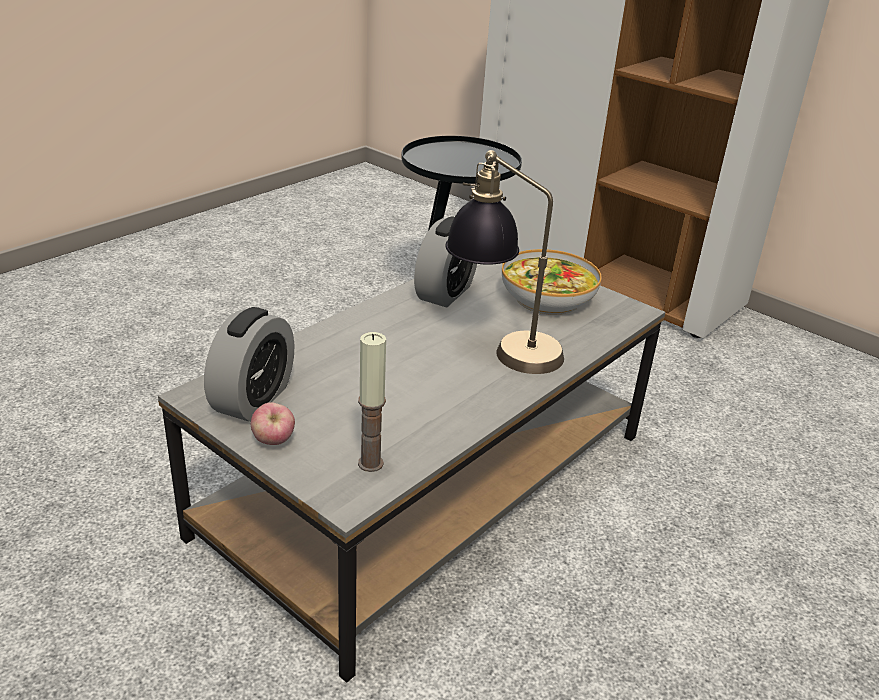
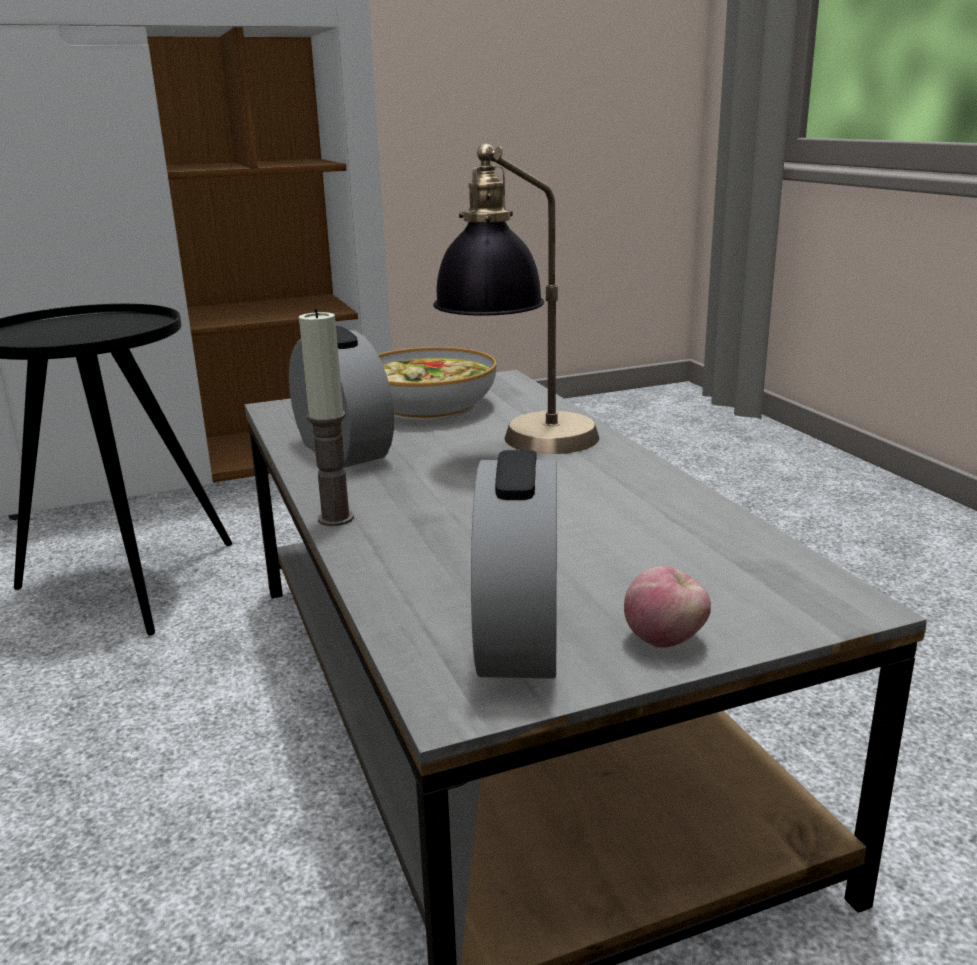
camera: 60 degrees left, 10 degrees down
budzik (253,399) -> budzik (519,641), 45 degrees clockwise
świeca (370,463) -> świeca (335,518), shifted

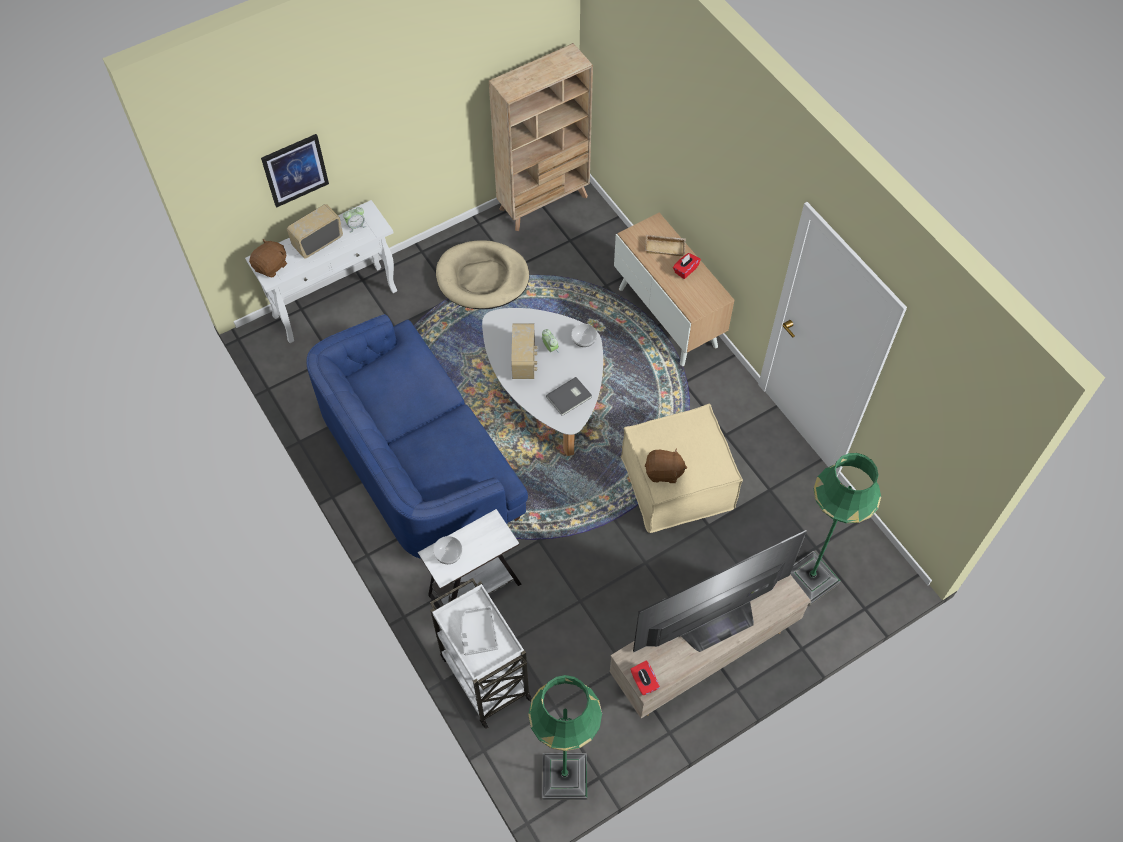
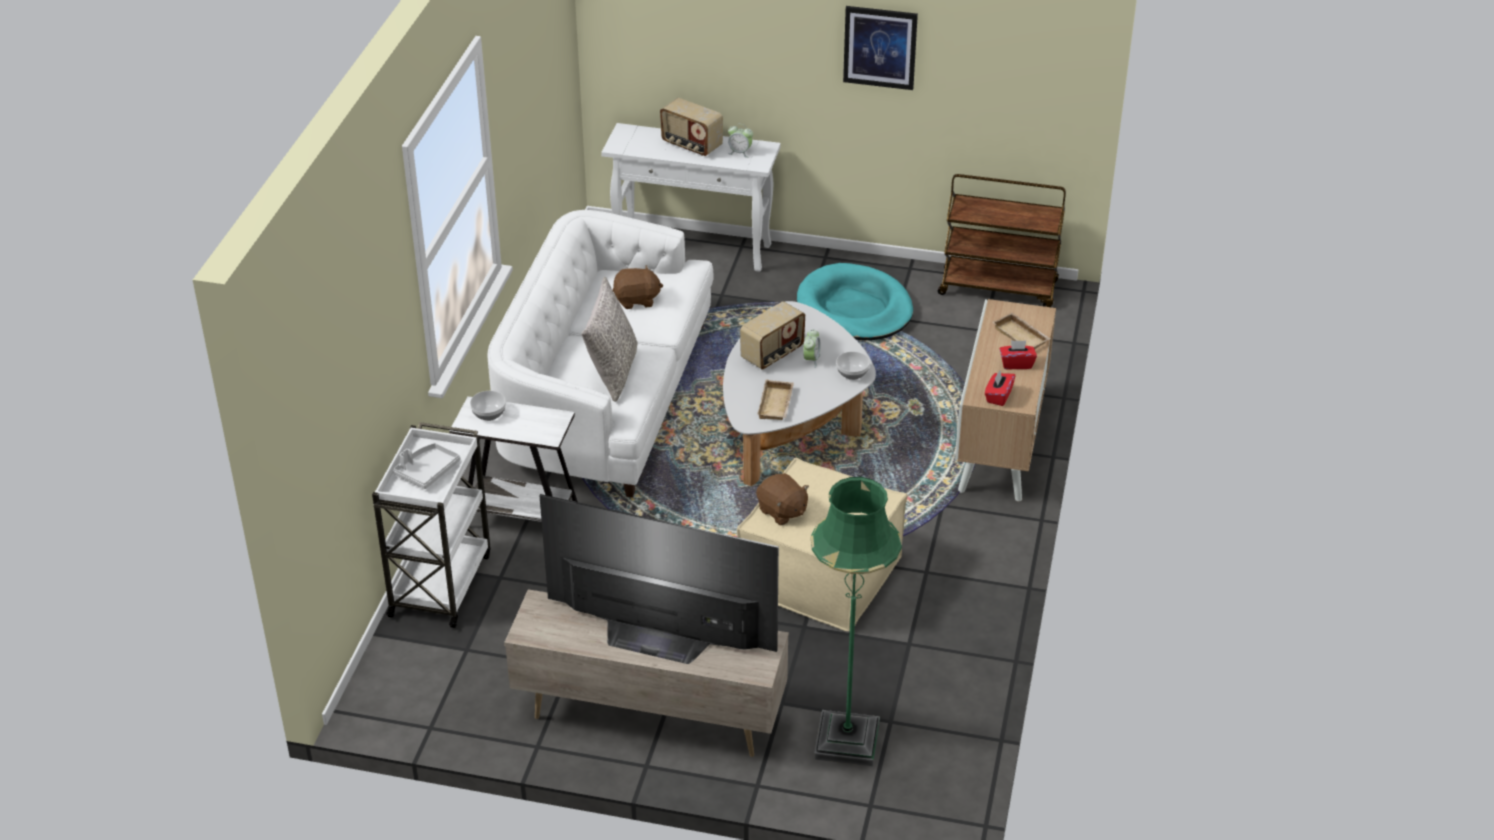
camera: 45 degrees right, 20 degrees down
regał/beżowy (544,202) -> wózek/brązowy (999,288)
obraz (295,170) -> obraz (880,47), shifted
radio (317,242) -> radio (691,145), 150 degrees counterclockwise
pluszak/brązowy (271,266) -> pluszak/brązowy (637,300), shifted
legowisko/beżowy (482,278) -> legowisko/turkusowy (854,308)
kanapa/niebieski (418,460) -> kanapa/biały (606,399)
książka/szary (570,397) -> taca/beżowy (777,405)
pudełko chusteczek/czerwony (644,682) -> pudełko chusteczek/czerwony (998,396), shifted
lampa stojąca/zielony (564,777) -> none
none -> poduszka/szary (612,371)

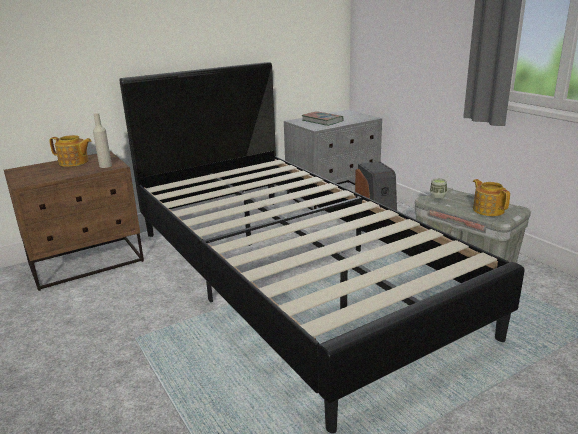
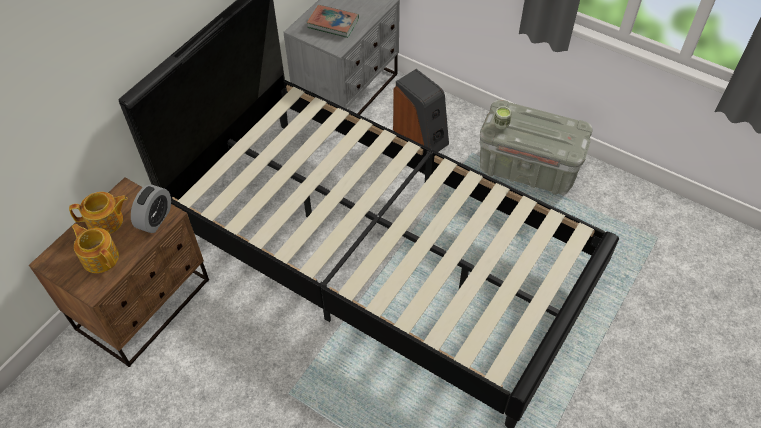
camera: 25 degrees left, 30 degrees up
butelka/beżowy (105,166) -> budzik (155,219)
imbryk (488,210) -> imbryk (100,257), shifted

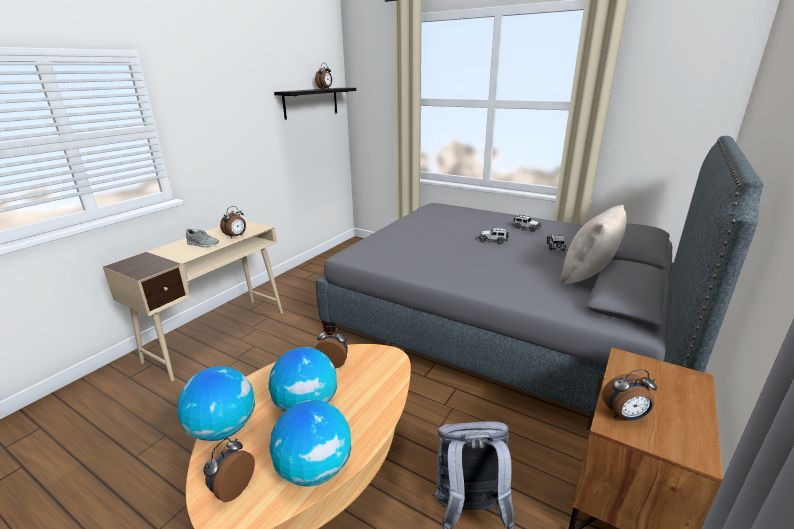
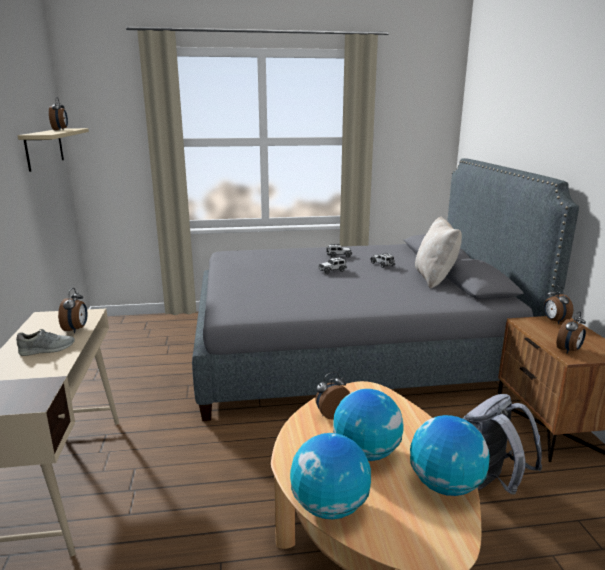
camera: 40 degrees left, 5 degrees down
półka/czarny (311,102) -> półka/beżowy (44,148)
budzik (232,488) -> budzik (554,321), shifted

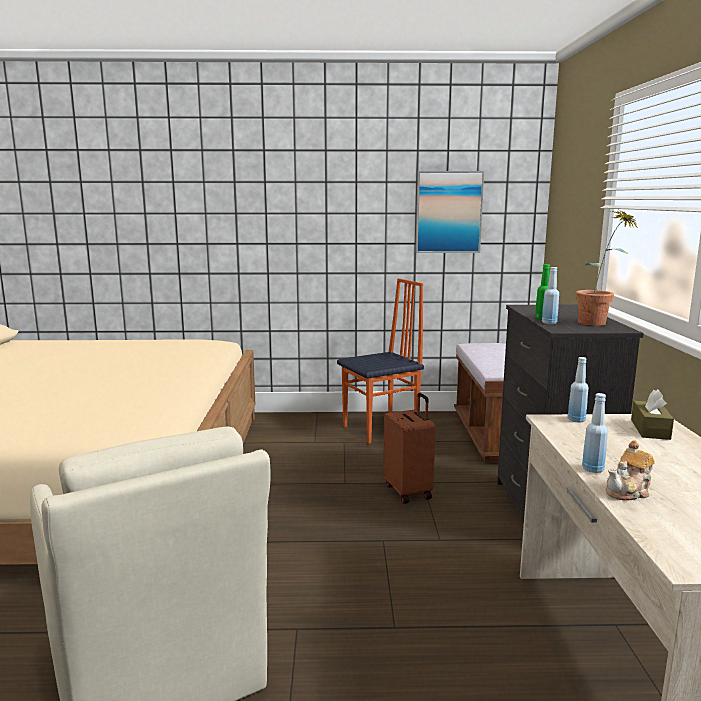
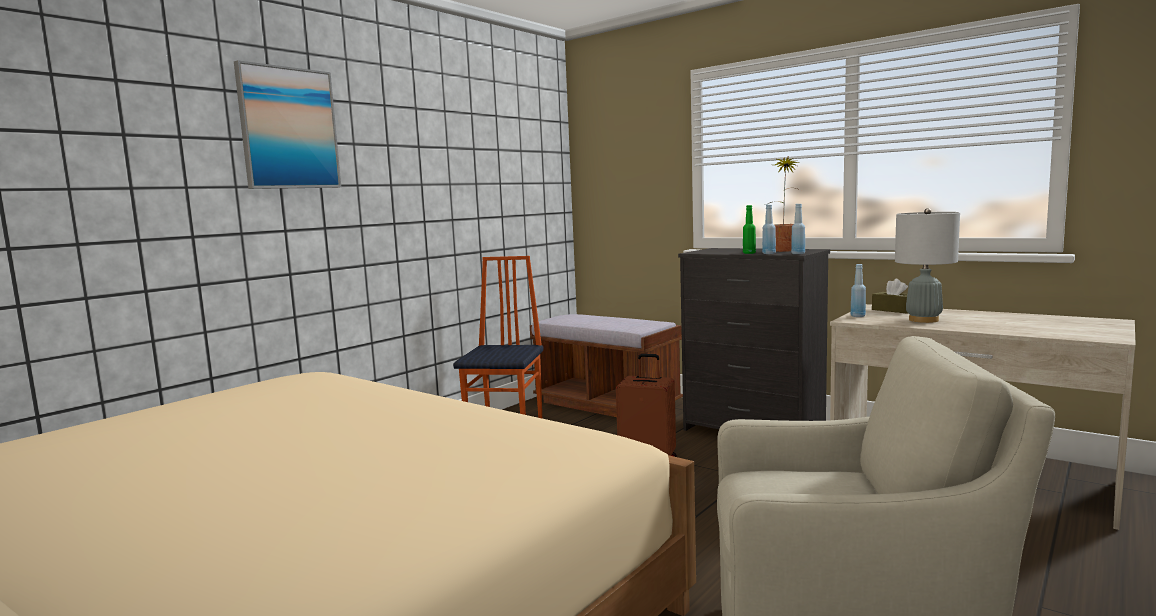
camera: 50 degrees left, 5 degrees down
obraz (448,212) -> obraz (288,128), shifted
butelka/niebieski (592,469) -> butelka/niebieski (798,254), shifted
imbryk (629,492) -> none
none -> lampa stołowa/szary (923,320)

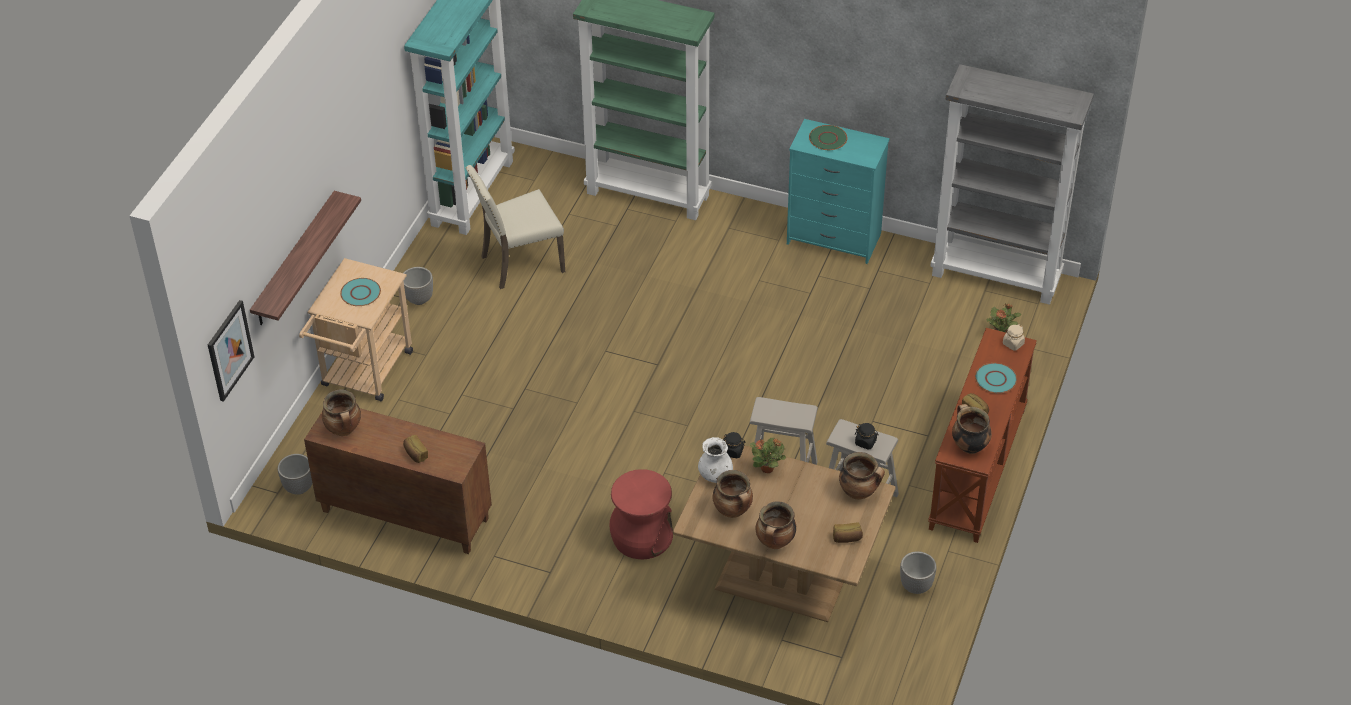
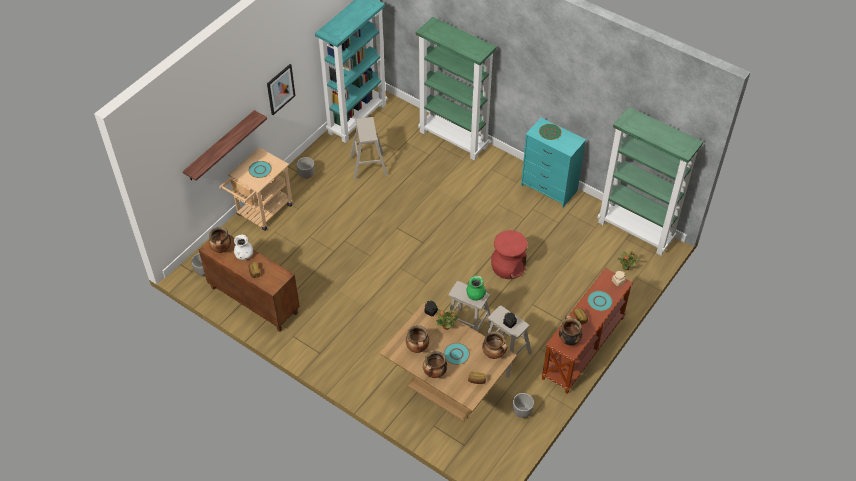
camera: 15 degrees right, 5 degrees up
regał/szary (996,276) -> regał/zielony (636,231)
krzesło/beżowy (520,263) -> stołek/beżowy (368,165)
obraz (229,350) -> obraz (280,89), shifted
wazon/biały (715,475) -> wazon/biały (244,255), shifted
stołek/czerwony (641,536) -> stołek/czerwony (508,266), shifted
none -> wazon/zielony (475,295)
none -> talerz/turkusowy (456,354)

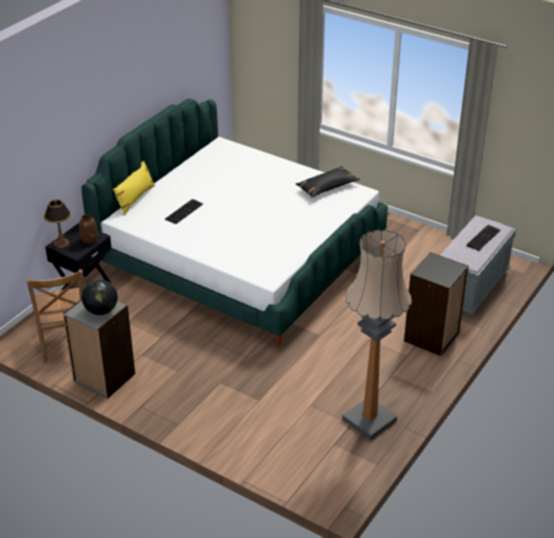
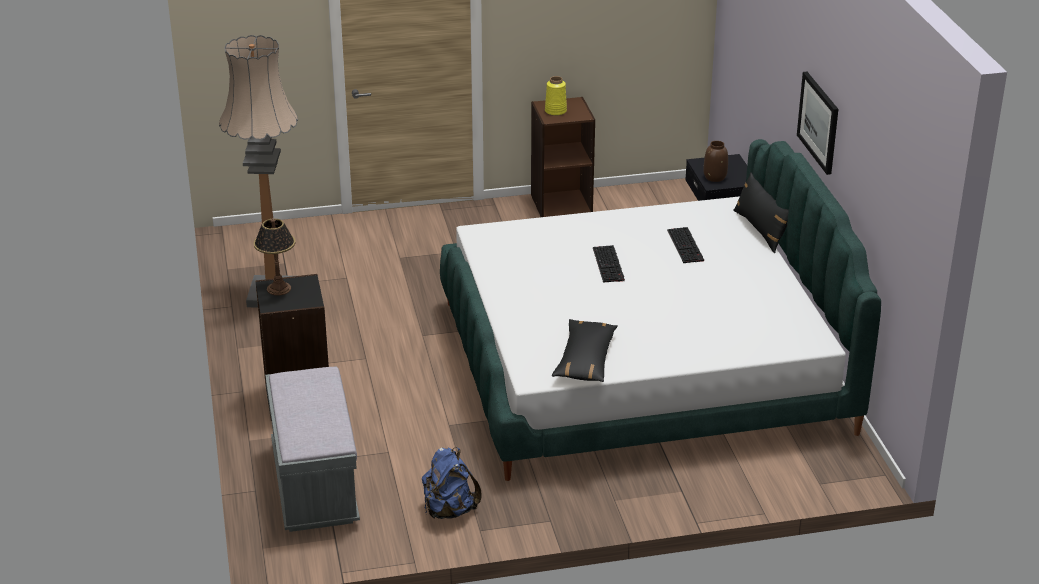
camera: 135 degrees right, 5 degrees down
poduszka/żółty (135,199) -> poduszka/czarny (760,230)
lampa stołowa (61,243) -> lampa stołowa (278,289), shifted
klawiatura (483,237) -> klawiatura (609,264), shifted
krzesło/brązowy (64,344) -> none
globus (101,310) -> wazon/żółty (555,111)
regał/szary (104,378) -> regał/brązowy (561,204)
none -> obraz (819,122)
none -> plecak/niebieski (449,510)

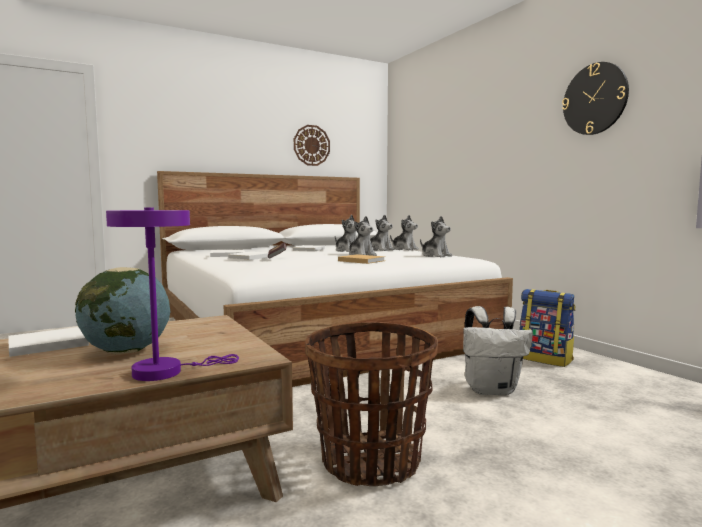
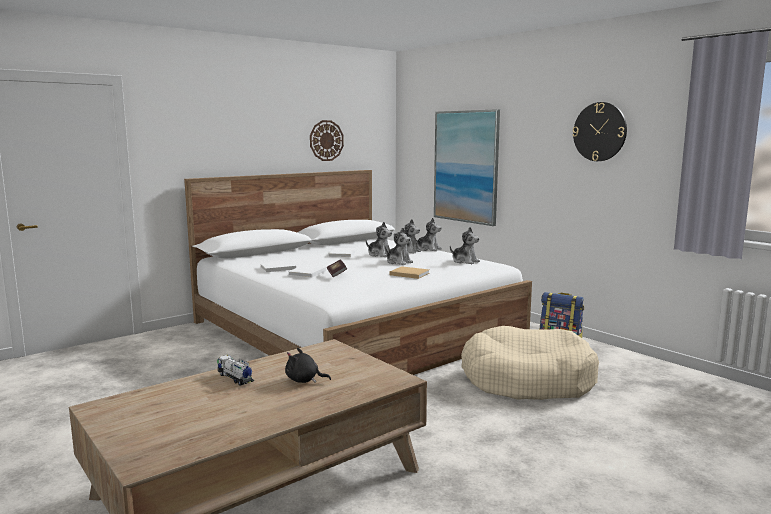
camera: 10 degrees left, 5 degrees up
lampa stołowa/fioletowy (166,371) -> none
globus (126,351) -> pluszak/czarny (304,380)
plecak/biały (491,390) -> legowisko/beżowy (527,380)
koszyk (370,462) -> none
książka/biały (46,344) -> ciężarówka zabawkowa (235,378)
none -> obraz (466,166)

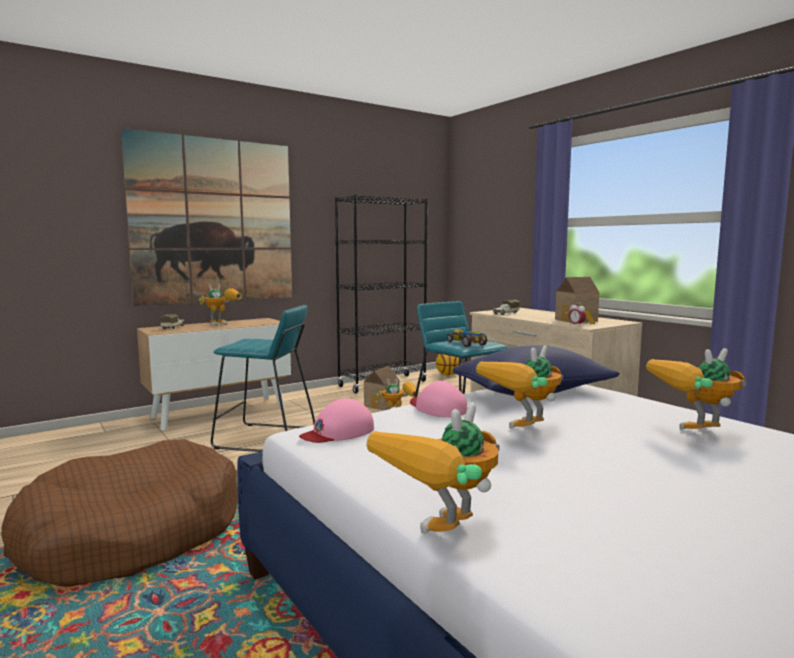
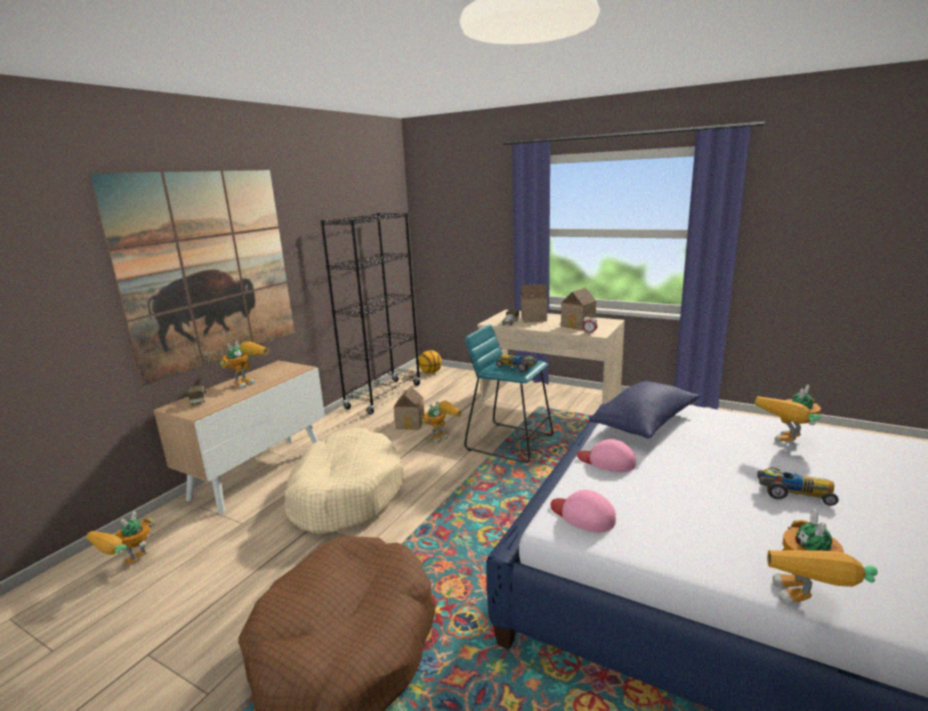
camera: 25 degrees left, 10 degrees up
stołek/turkusowy (265,439) -> legowisko/beżowy (345,494)
robot zabawkowy (523,432) -> robot zabawkowy (130,567), shifted
czapka z daszkiem/różowy (338,432) -> czapka z daszkiem/różowy (583,515), 105 degrees clockwise
none -> domek (533,318)
none -> samochodzik (793,493)

